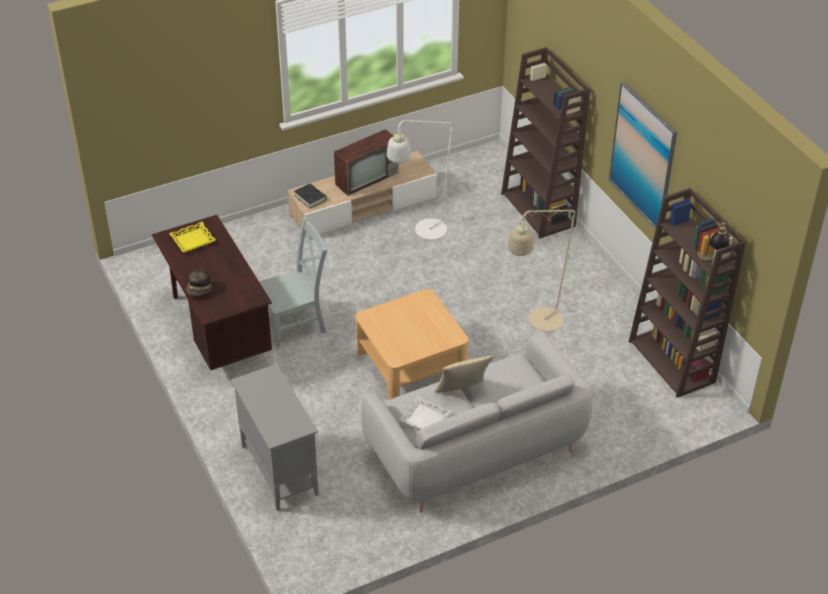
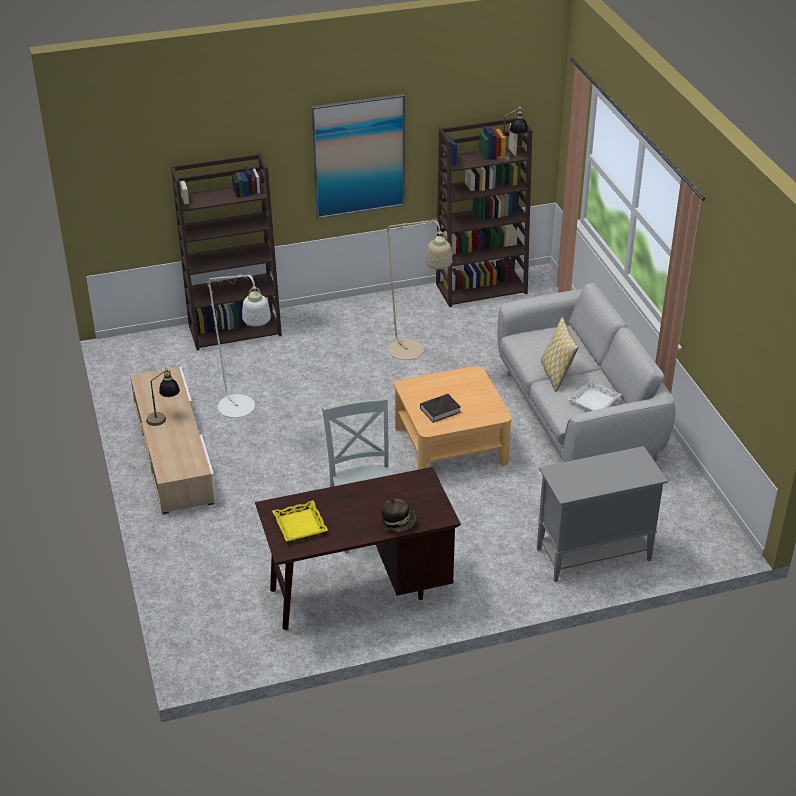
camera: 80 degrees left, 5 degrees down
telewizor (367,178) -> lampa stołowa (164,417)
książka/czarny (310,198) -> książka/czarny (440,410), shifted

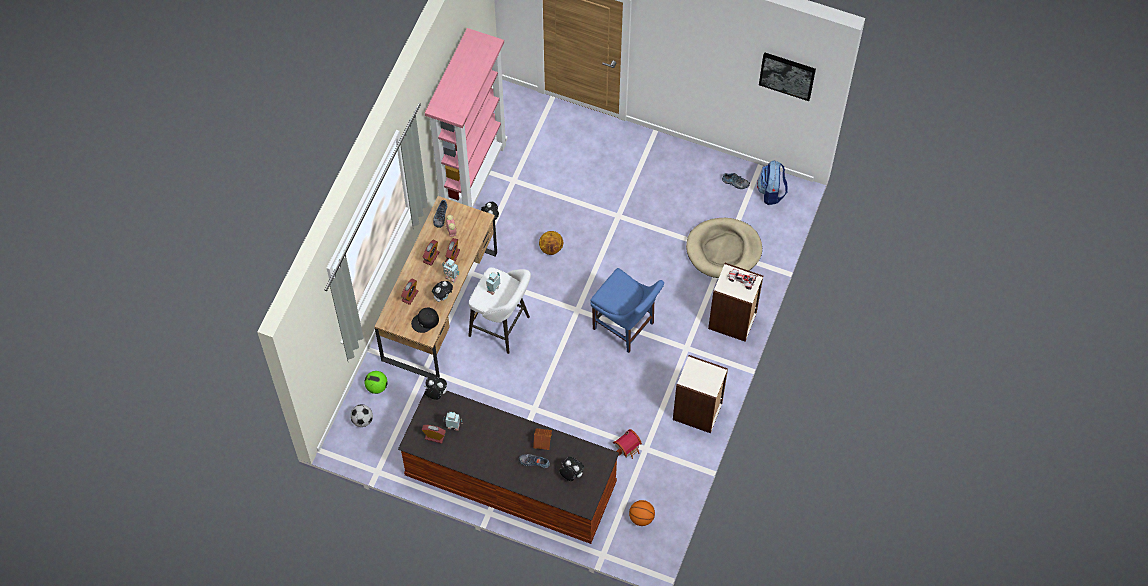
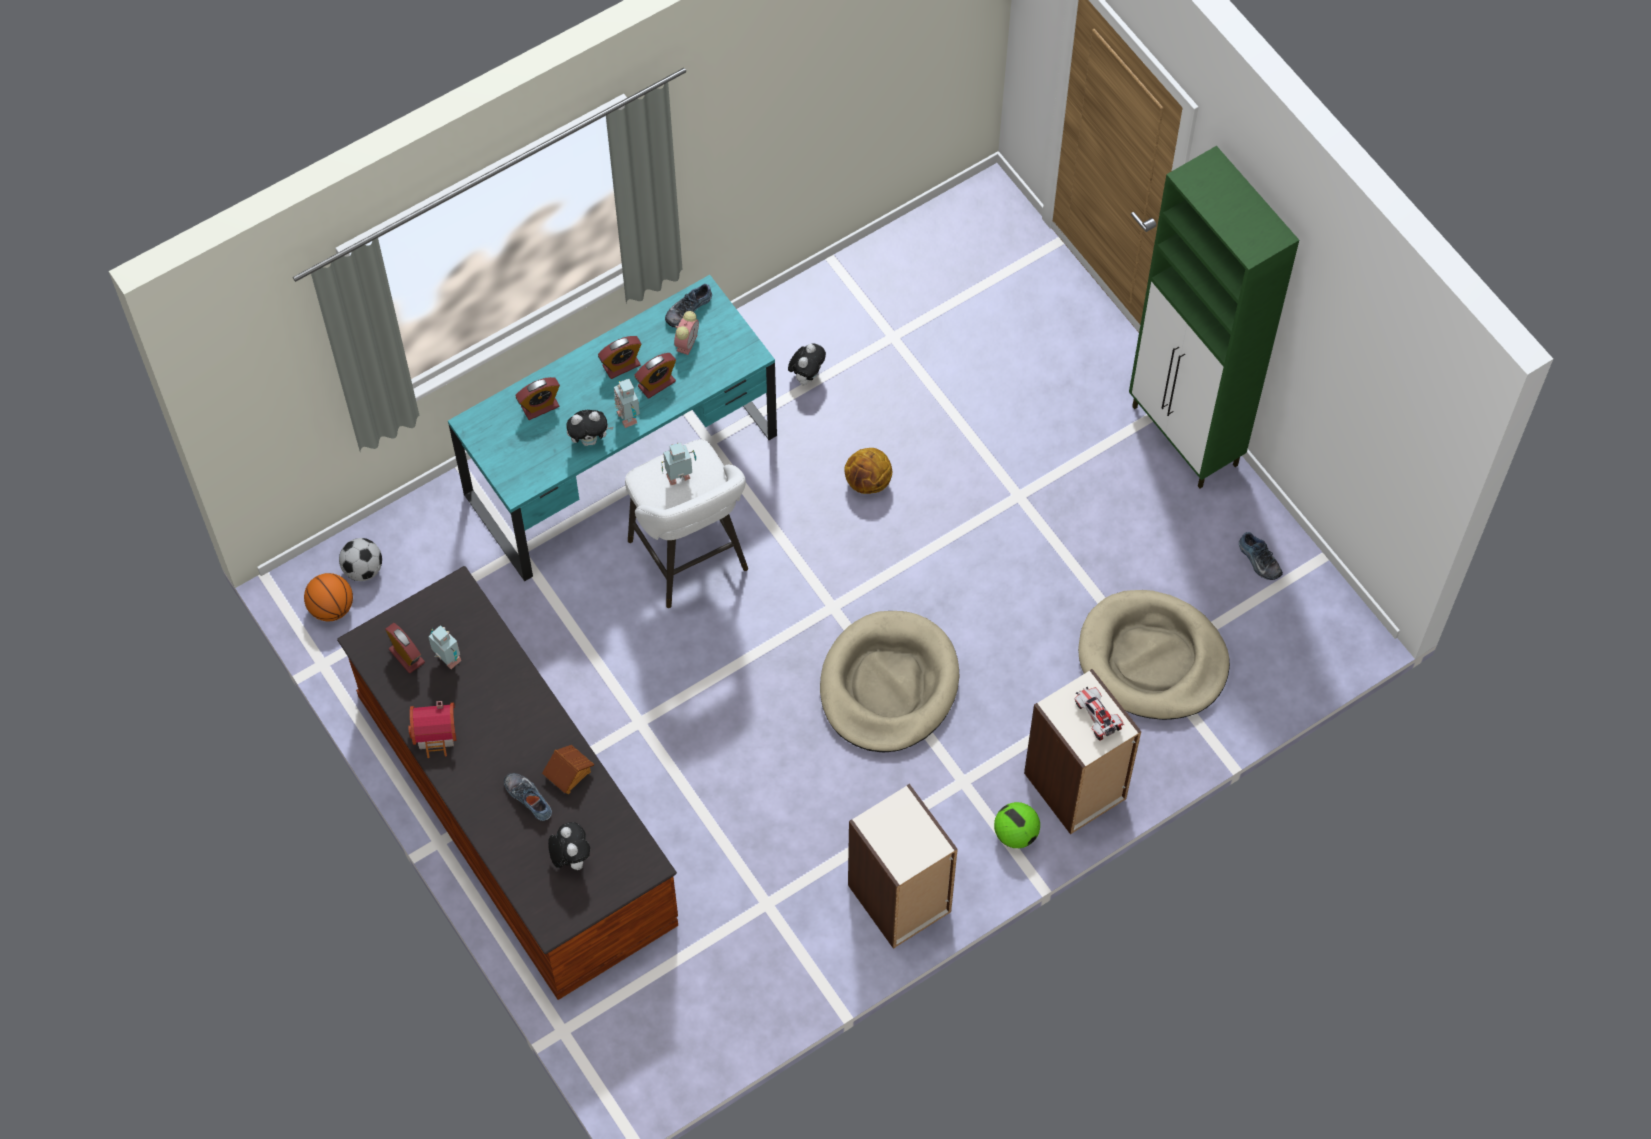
camera: 35 degrees right, 0 degrees up
regał/różowy (473,177) -> none
obraz (787,75) -> none
plecak (771,192) -> none
biurko/brązowy (440,306) -> biurko/turkusowy (621,465)
krzesło/niebieski (625,327) -> legowisko/beżowy (888,685)
czapka z daszkiem/czarny (425,321) -> none
piłka futbolowa (376,386) -> piłka futbolowa (1015,833), shifted
pluszak (436,394) -> none
domek (628,447) -> domek (437,734), shifted
piłka do koszykówki (641,517) -> piłka do koszykówki (331,608), shifted
none -> szafka/zielony (1185,437)

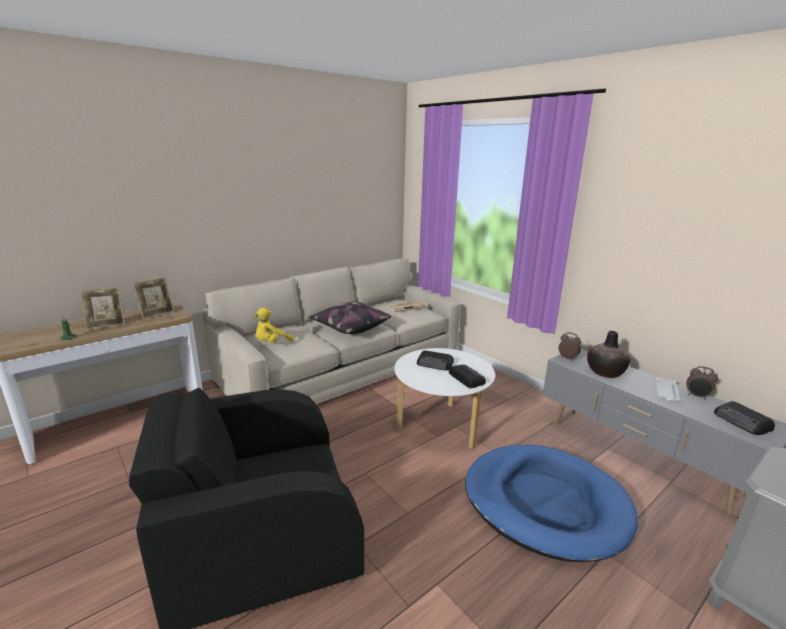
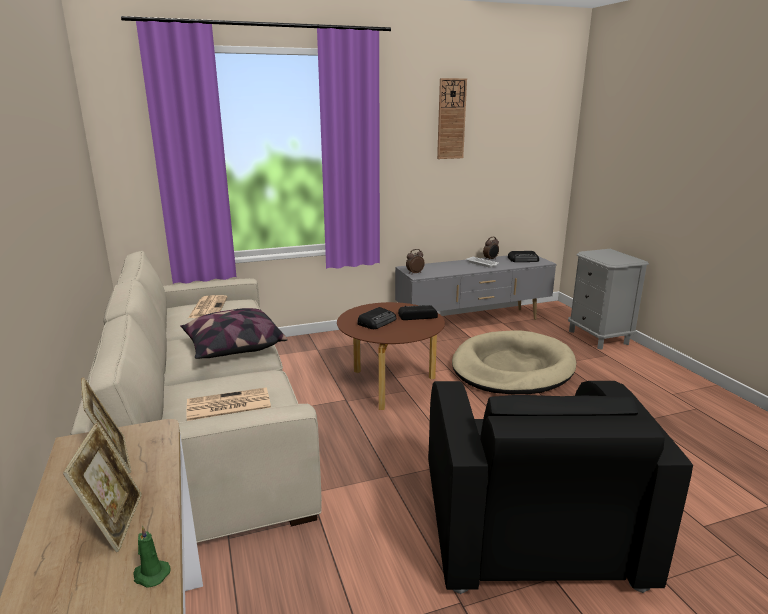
camera: 70 degrees left, 0 degrees up
pluszak/żółty (272,343) -> gazeta (227,406)
wazon (605,373) -> none
ława/biały (440,426) -> ława/brązowy (390,385)
legowisko/niebieski (544,503) -> legowisko/beżowy (512,368)
none -> zegar ścienny (451,119)

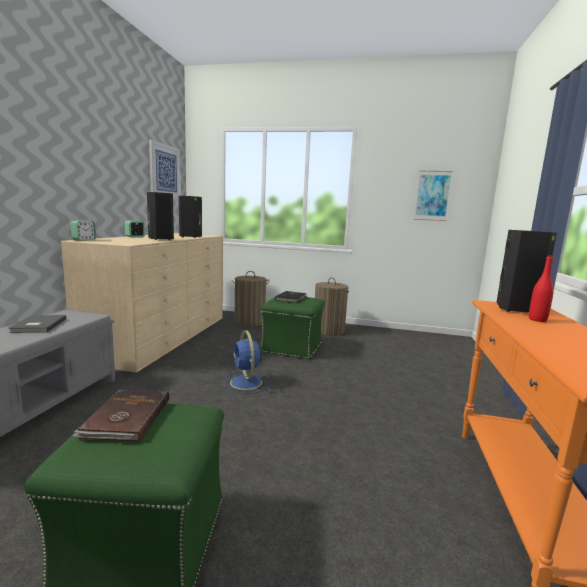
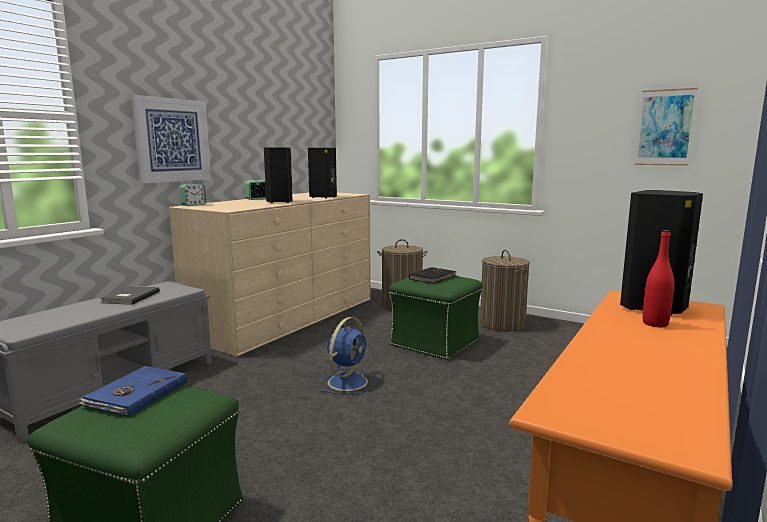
camera: 20 degrees right, 0 degrees up
obraz (165,171) -> obraz (172,140), shifted
wentylator/niebieski (246,383) -> wentylator/niebieski (348,381), 150 degrees counterclockwise
książka/brązowy (126,418) -> książka/niebieski (136,394)

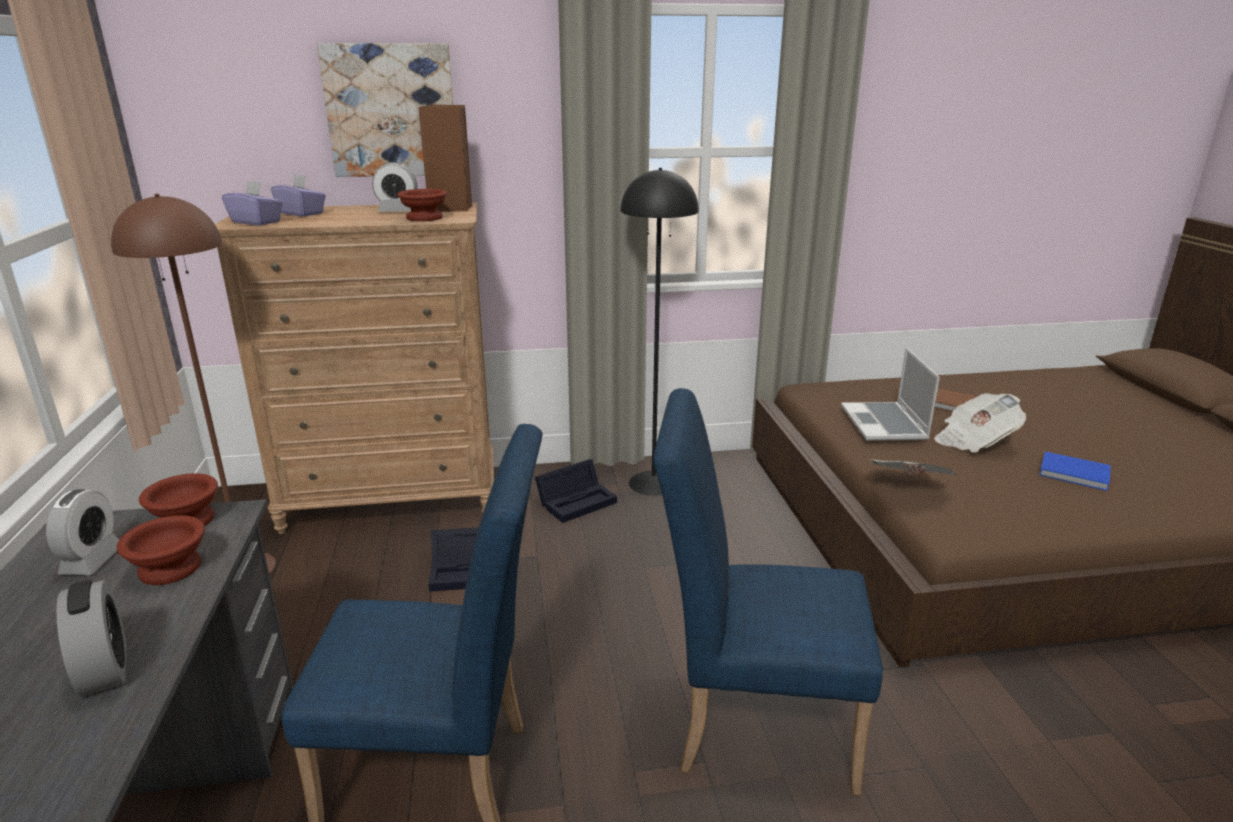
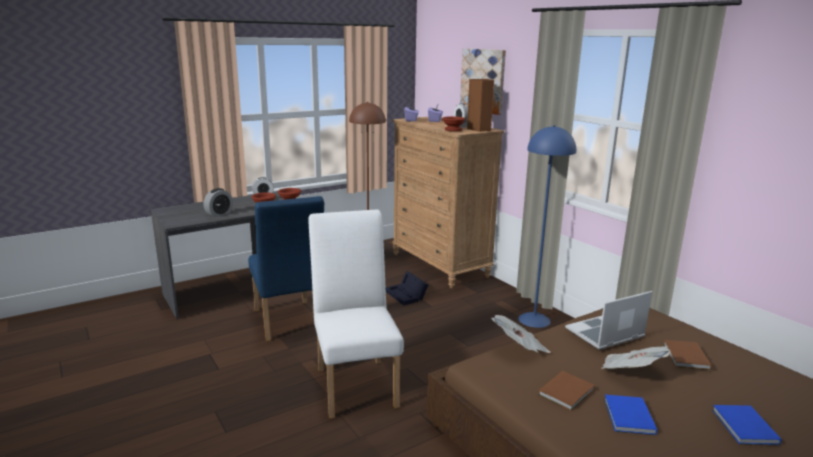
camera: 65 degrees right, 5 degrees down
lampa stojąca/czarny (653,483) -> lampa stojąca/niebieski (534,319)
krzesło/niebieski (750,724) -> krzesło/biały (356,382)
pojemnik do przechowywania/czarny (577,501) -> none
none -> książka/brązowy (567,392)
none -> książka/niebieski (744,427)

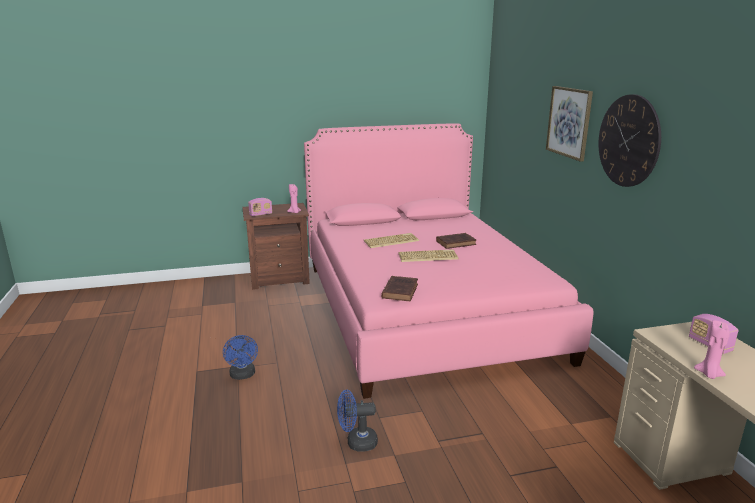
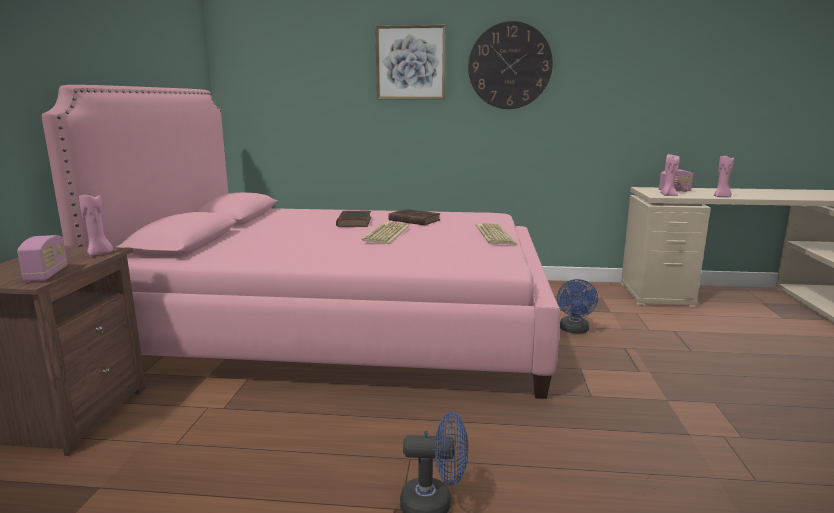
camera: 70 degrees left, 5 degrees down
klawiatura (391,241) -> klawiatura (493,235), shifted
książka/brązowy (400,290) -> książka/brązowy (413,220), shifted
wentylator/niebieski (356,442) -> wentylator/niebieski (574,330), shifted
none -> świeca/różowy (667,195)

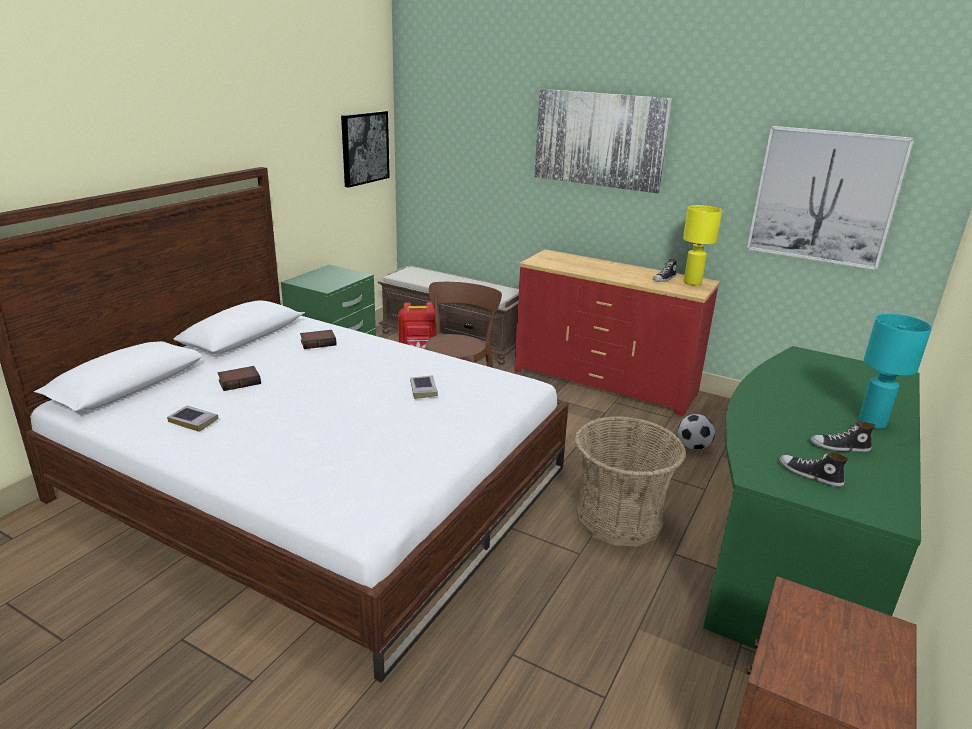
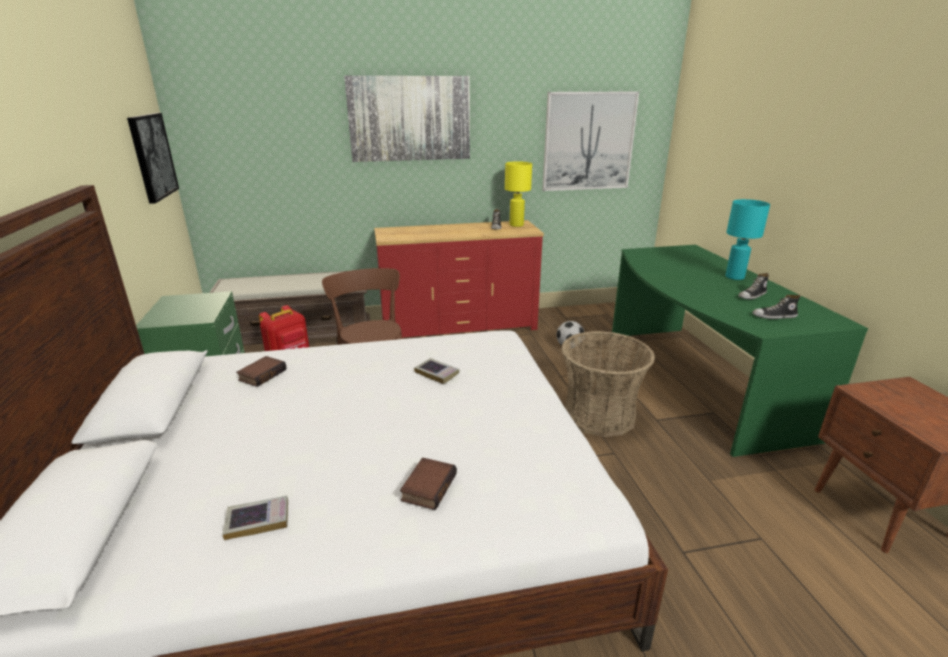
camera: 40 degrees left, 0 degrees up
książka (240,381) -> książka (428,486), shifted

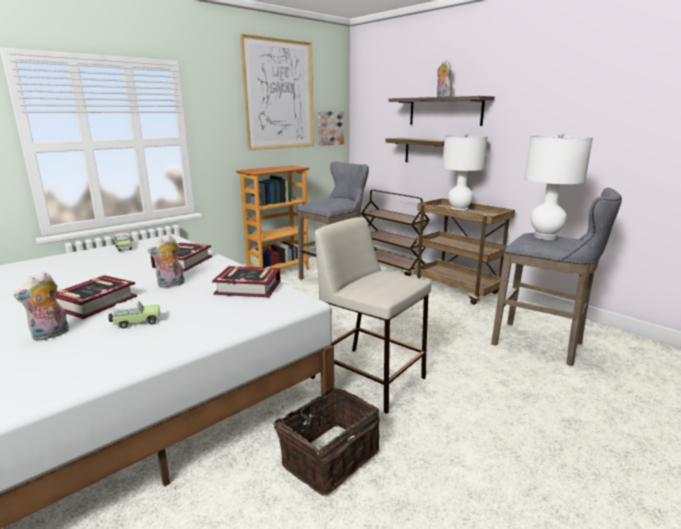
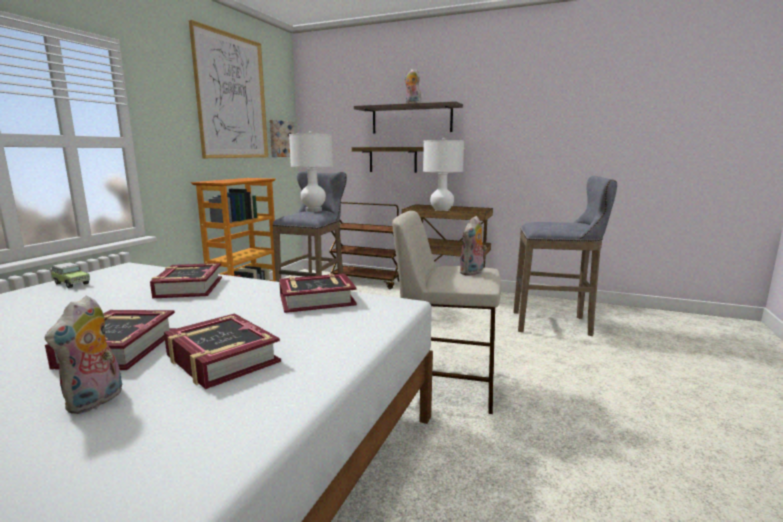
camera: 25 degrees left, 5 degrees down
lampa stołowa/biały (545,237) -> lampa stołowa/biały (313,210), shifted
pluszak (171,285) -> pluszak (472,273), shifted
samochodzik (136,322) -> książka (221,359)
koszyk (328,457) -> none

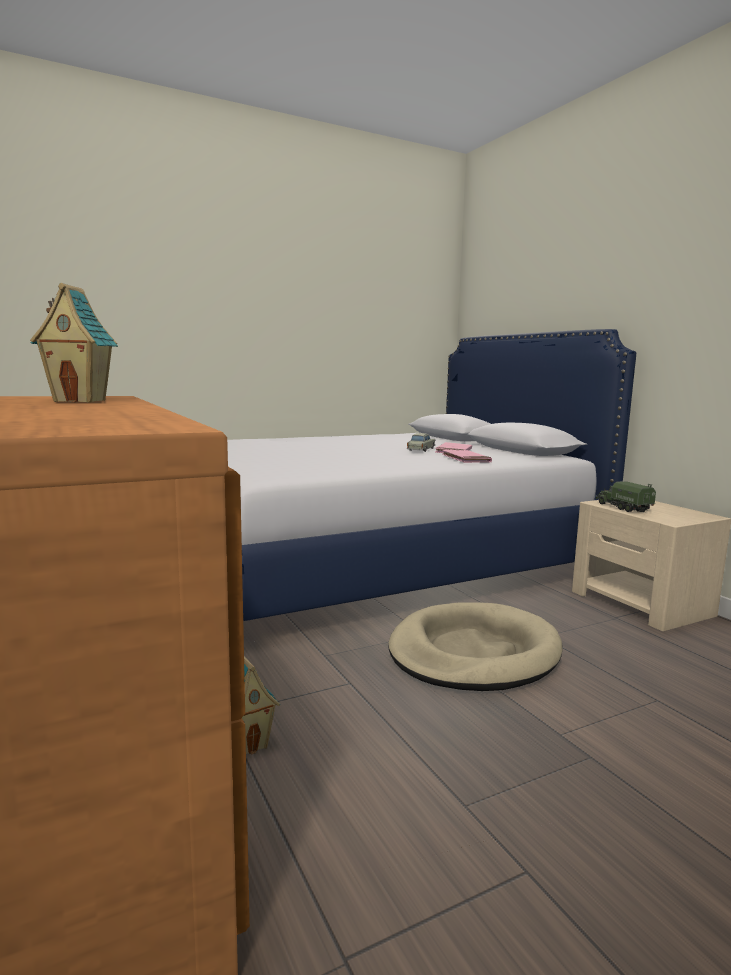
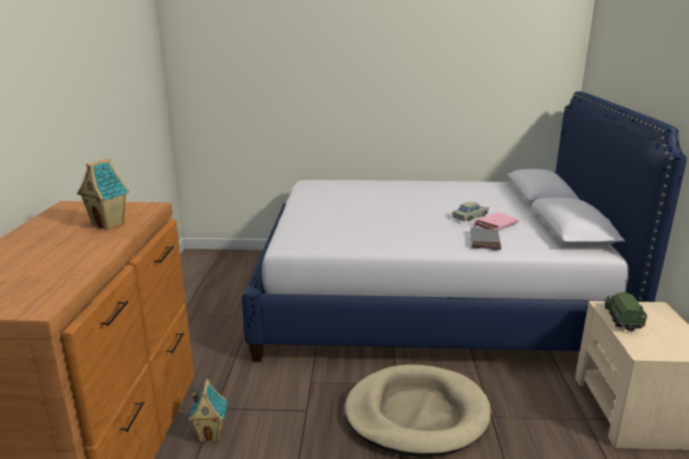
camera: 30 degrees right, 10 degrees up
książka/różowy (466,459) -> książka/szary (484,241)

